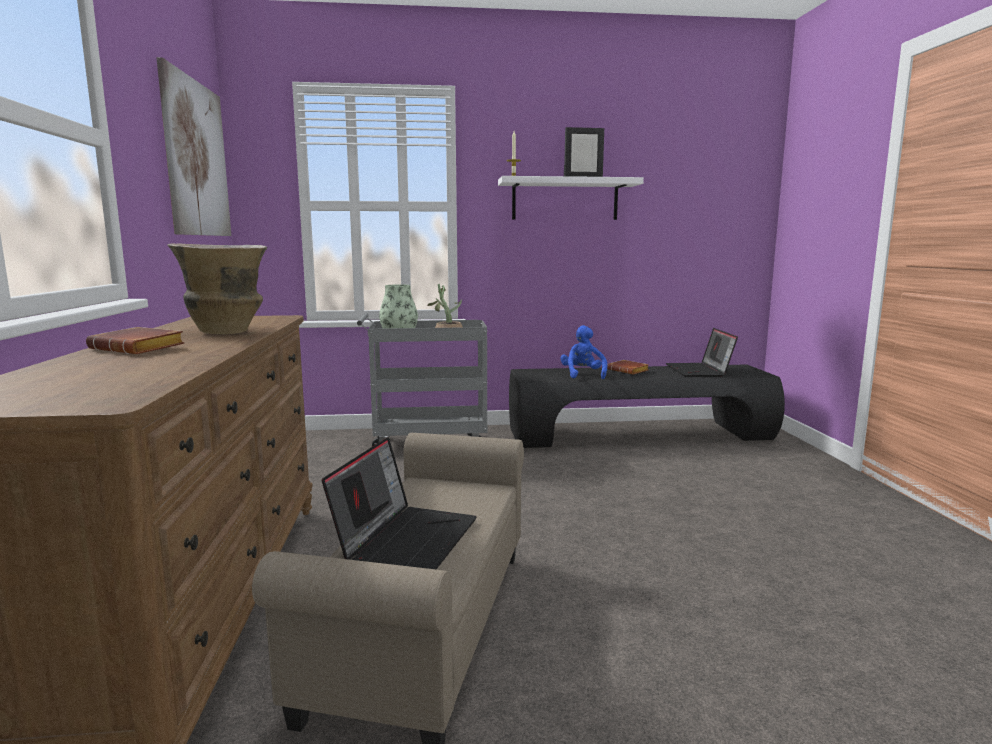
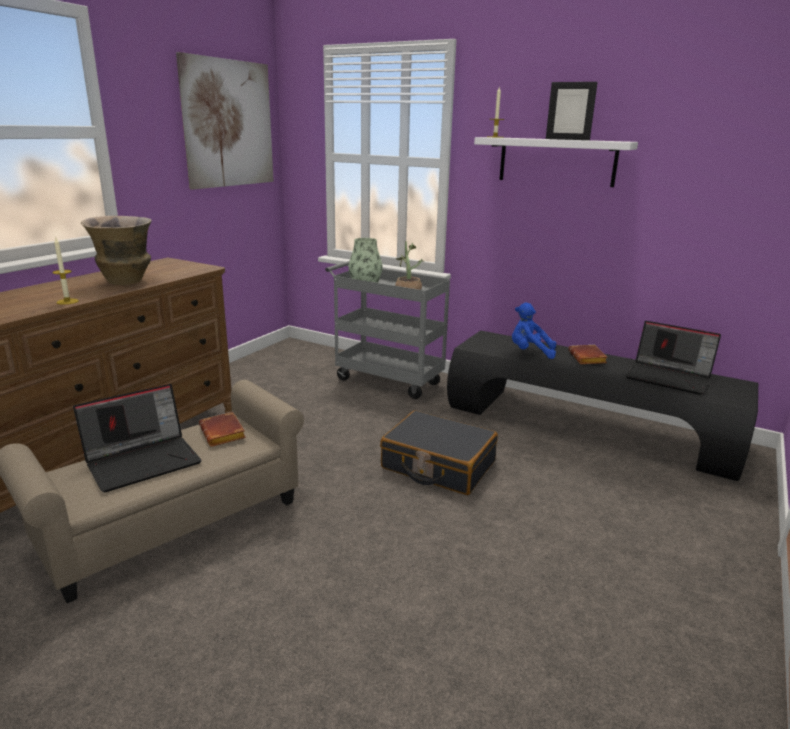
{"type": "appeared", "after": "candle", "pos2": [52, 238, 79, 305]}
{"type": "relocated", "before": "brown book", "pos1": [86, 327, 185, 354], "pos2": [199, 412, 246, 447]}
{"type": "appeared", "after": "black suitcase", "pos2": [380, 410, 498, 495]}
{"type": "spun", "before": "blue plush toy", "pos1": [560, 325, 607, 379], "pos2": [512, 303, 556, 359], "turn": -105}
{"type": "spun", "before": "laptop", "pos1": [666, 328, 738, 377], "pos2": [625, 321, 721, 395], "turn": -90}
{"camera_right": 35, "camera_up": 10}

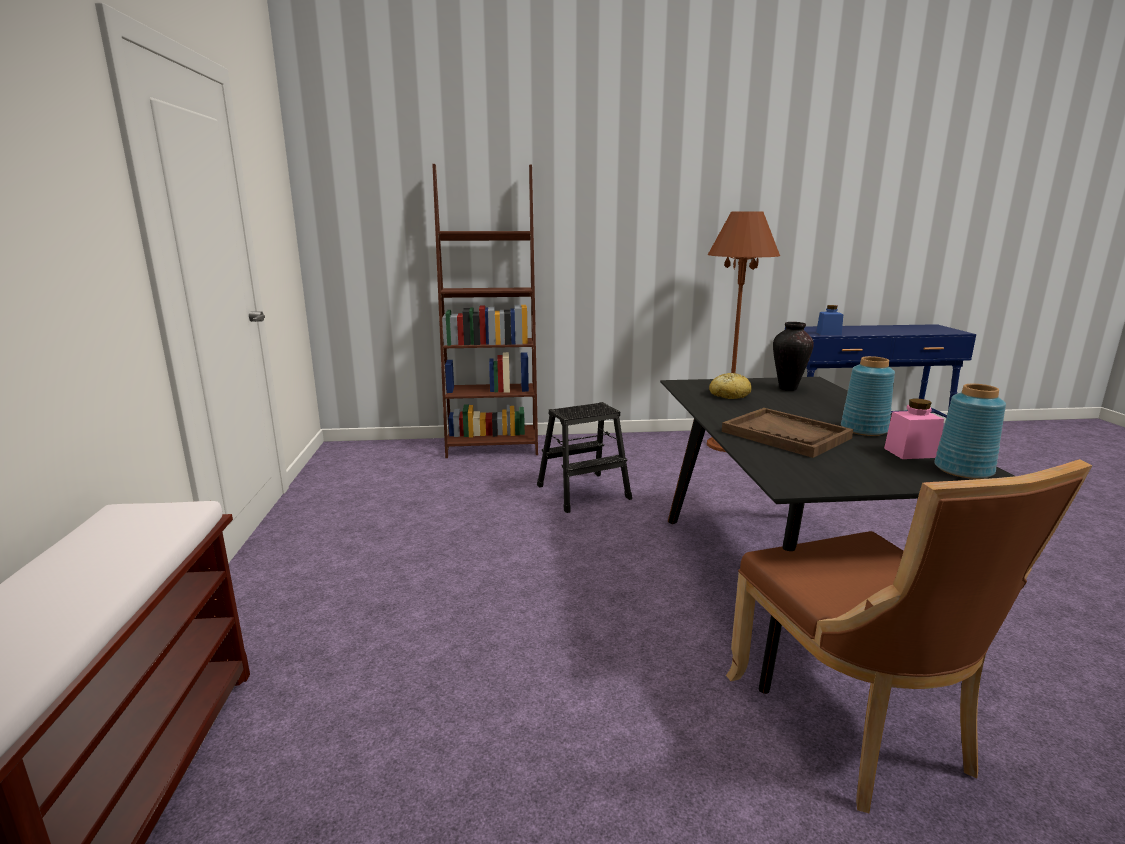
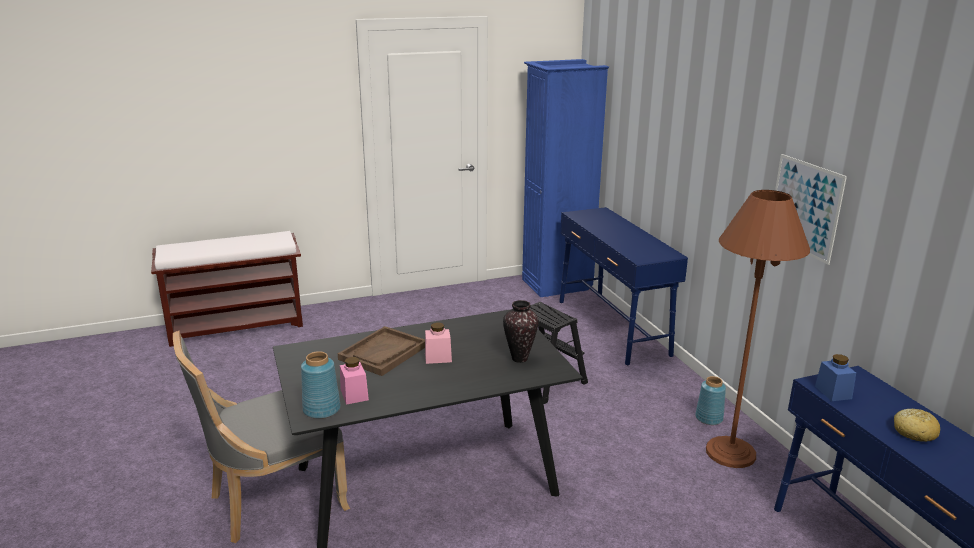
{"type": "colour", "before": "brown chair", "after": "grey chair", "pos1": [726, 459, 1092, 813], "pos2": [173, 331, 350, 543]}
{"type": "appeared", "after": "pink jar", "pos2": [425, 322, 452, 364]}
{"type": "appeared", "after": "blue cabinet", "pos2": [522, 59, 609, 297]}
{"type": "exchanged", "before": "brown bookcase", "after": "blue console table", "pos1": [432, 164, 538, 458], "pos2": [559, 207, 688, 365]}
{"type": "relocated", "before": "blue vase", "pos1": [841, 356, 895, 436], "pos2": [695, 376, 726, 425]}
{"type": "appeared", "after": "picture", "pos2": [775, 154, 847, 265]}
{"type": "relocated", "before": "bread", "pos1": [709, 373, 752, 399], "pos2": [894, 409, 940, 442]}
{"camera_right": 75, "camera_up": 5}

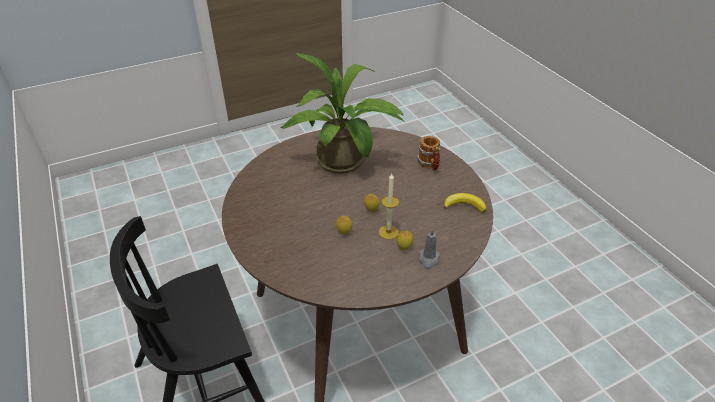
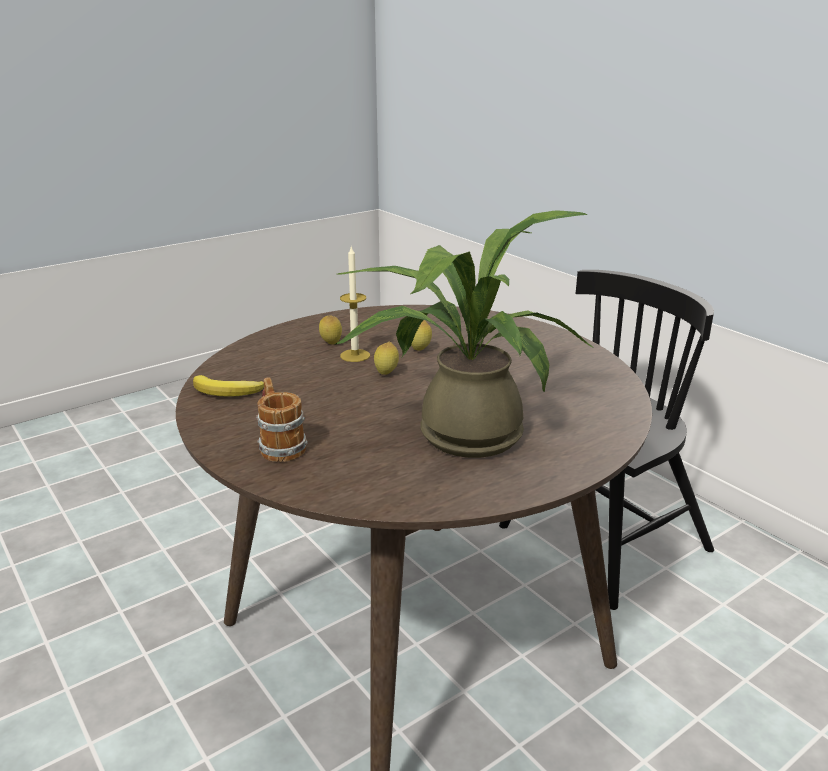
{"type": "missing", "before": "grey candle", "pos1": [419, 228, 440, 269]}
{"camera_right": 170, "camera_up": -15}

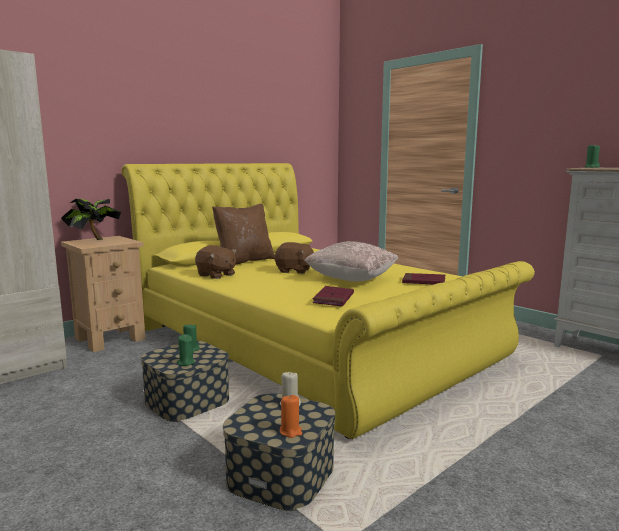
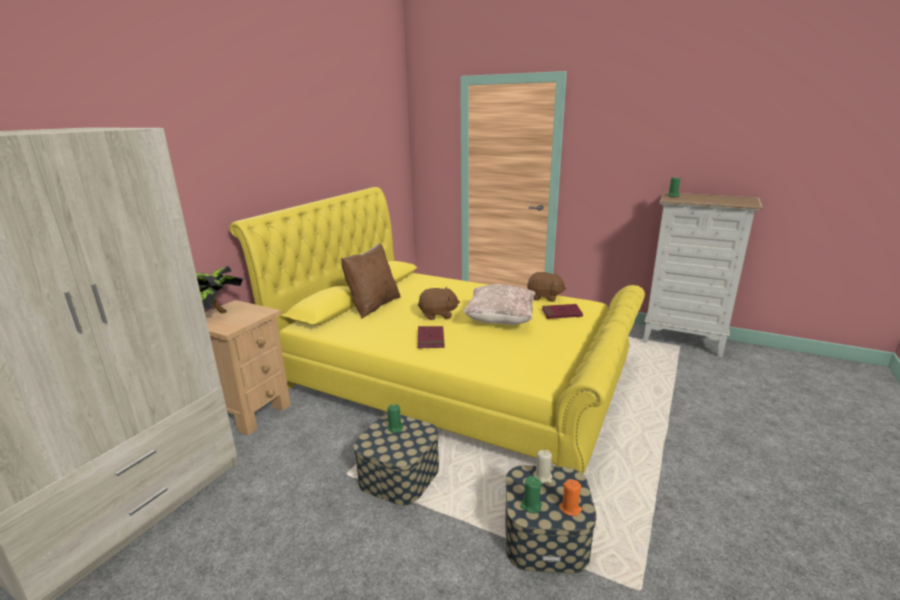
{"type": "relocated", "before": "red book", "pos1": [312, 286, 354, 307], "pos2": [418, 326, 445, 348]}
{"type": "relocated", "before": "green candle", "pos1": [177, 334, 195, 366], "pos2": [520, 476, 542, 513]}
{"type": "relocated", "before": "brown plush toy", "pos1": [195, 245, 237, 279], "pos2": [527, 272, 566, 302]}
{"camera_right": -20, "camera_up": 10}

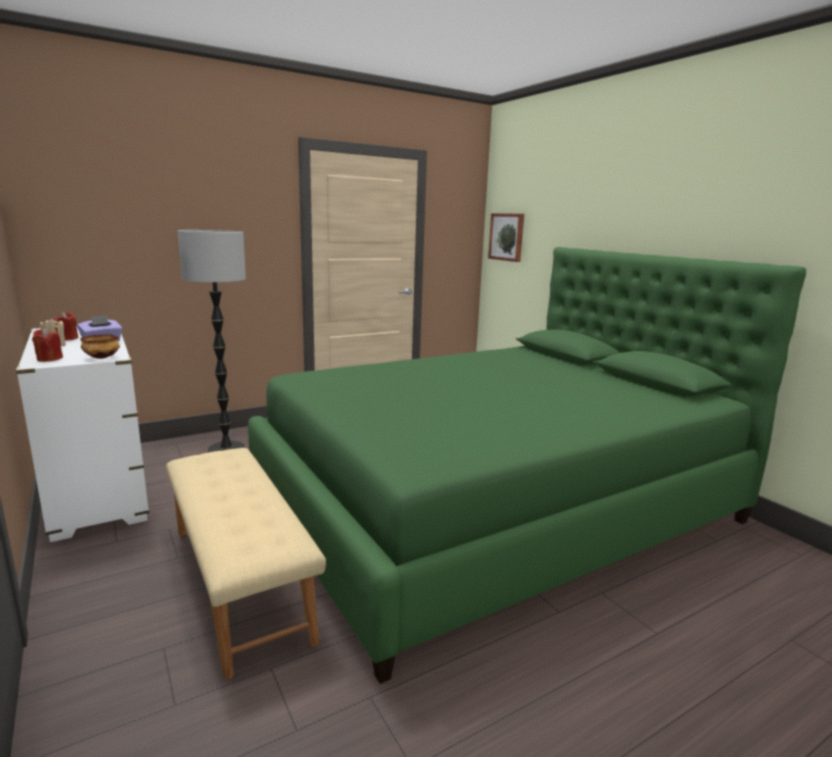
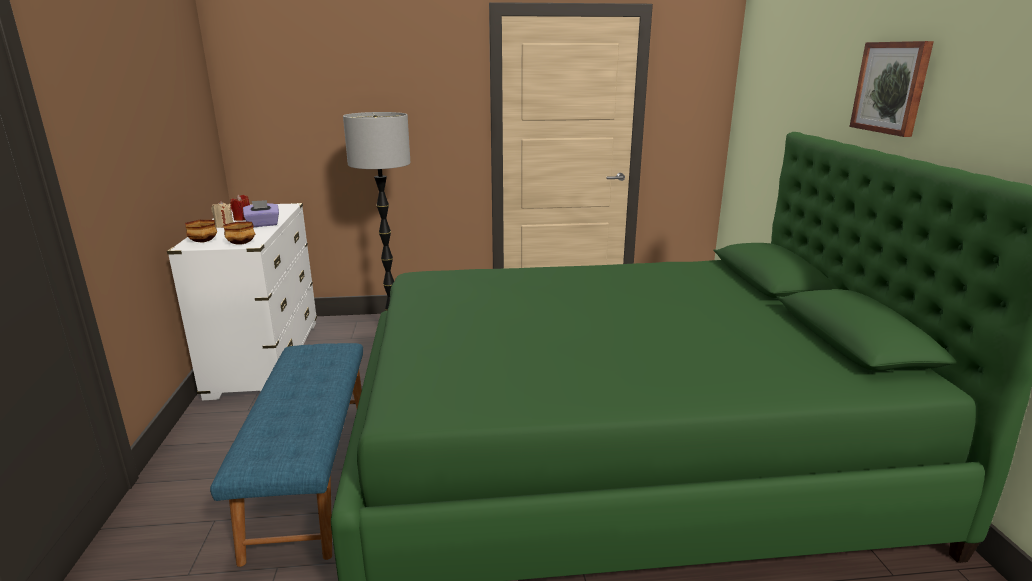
{"type": "exchanged", "before": "red candle", "after": "bowl", "pos1": [32, 328, 63, 362], "pos2": [185, 220, 217, 242]}
{"type": "colour", "before": "beige bench", "after": "blue bench", "pos1": [166, 448, 326, 680], "pos2": [210, 343, 363, 567]}
{"type": "relocated", "before": "picture", "pos1": [488, 213, 524, 262], "pos2": [849, 41, 934, 137]}
{"camera_right": 25, "camera_up": 5}

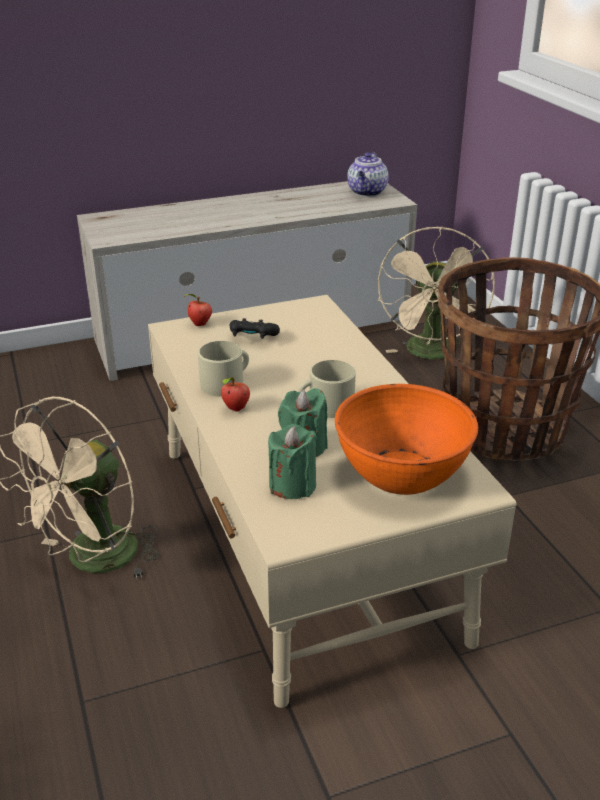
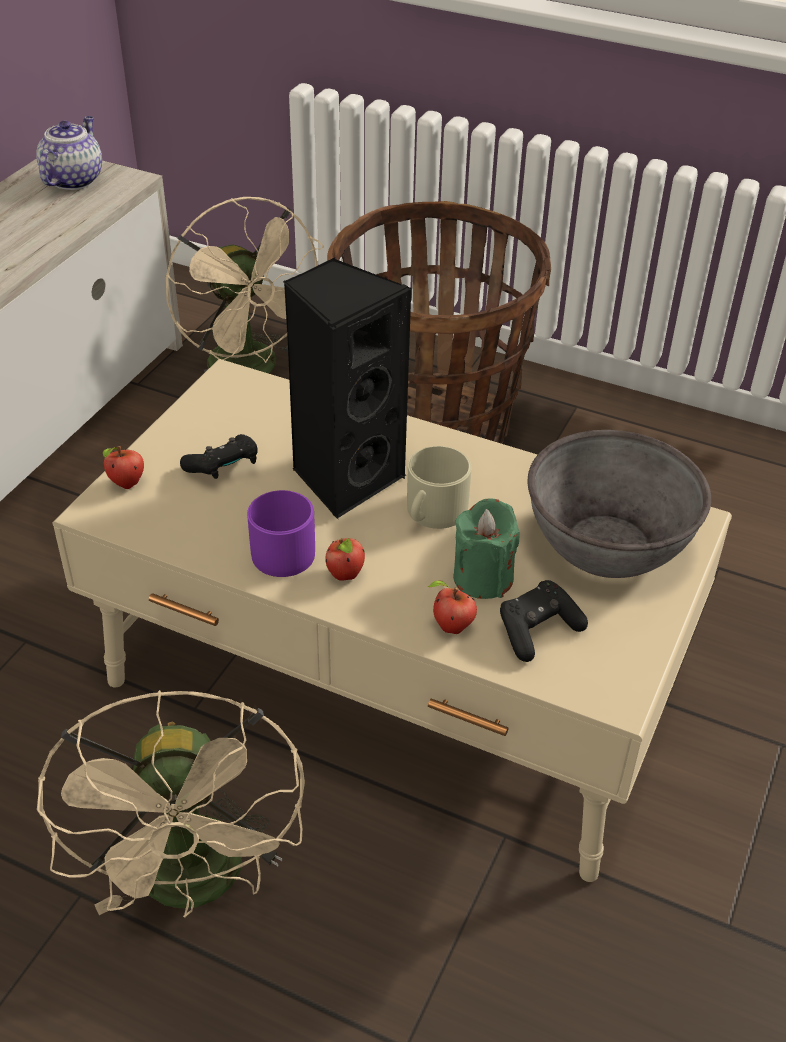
{"type": "spun", "before": "teapot", "pos1": [347, 152, 389, 197], "pos2": [36, 116, 102, 190], "turn": -135}
{"type": "colour", "before": "beige mug", "after": "purple mug", "pos1": [198, 341, 249, 396], "pos2": [247, 490, 315, 577]}
{"type": "appeared", "after": "black speaker", "pos2": [283, 258, 412, 519]}
{"type": "appeared", "after": "apple", "pos2": [428, 580, 477, 634]}
{"type": "exchanged", "before": "green candle", "after": "black game controller", "pos1": [268, 424, 317, 499], "pos2": [500, 580, 588, 662]}
{"type": "colour", "before": "orange bowl", "after": "grey bowl", "pos1": [335, 384, 478, 495], "pos2": [528, 430, 711, 578]}
{"camera_right": -45, "camera_up": 10}

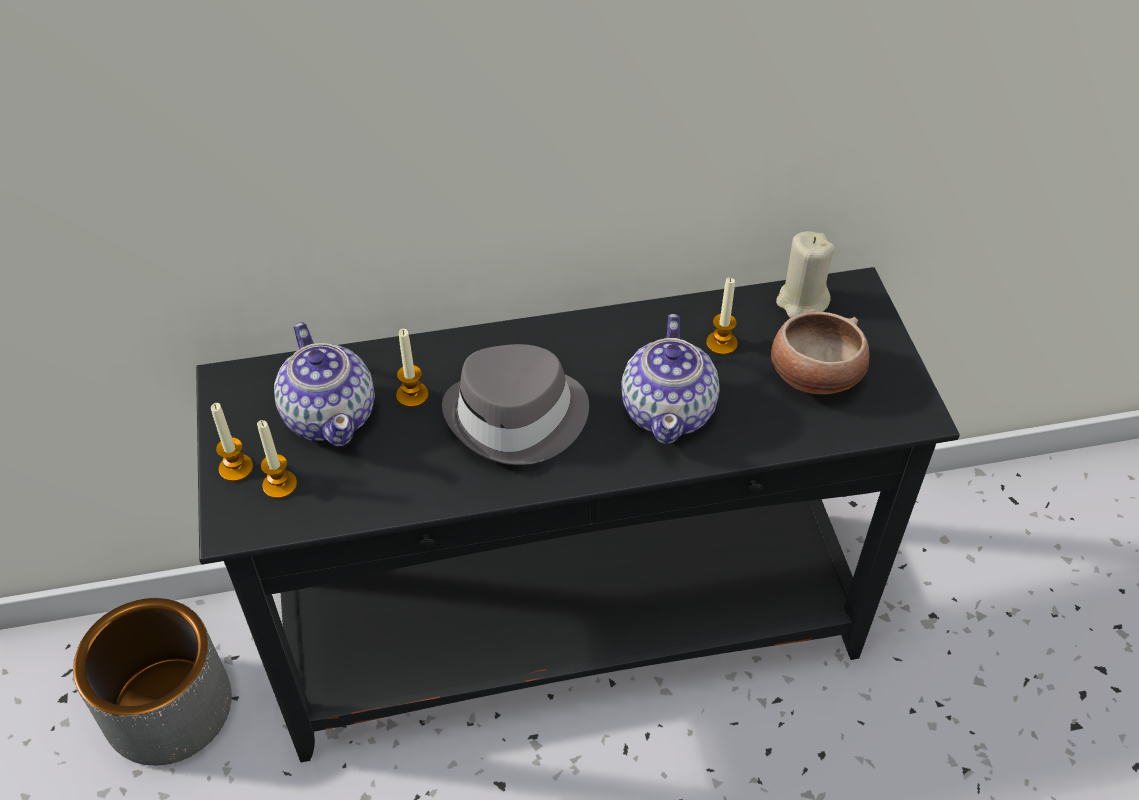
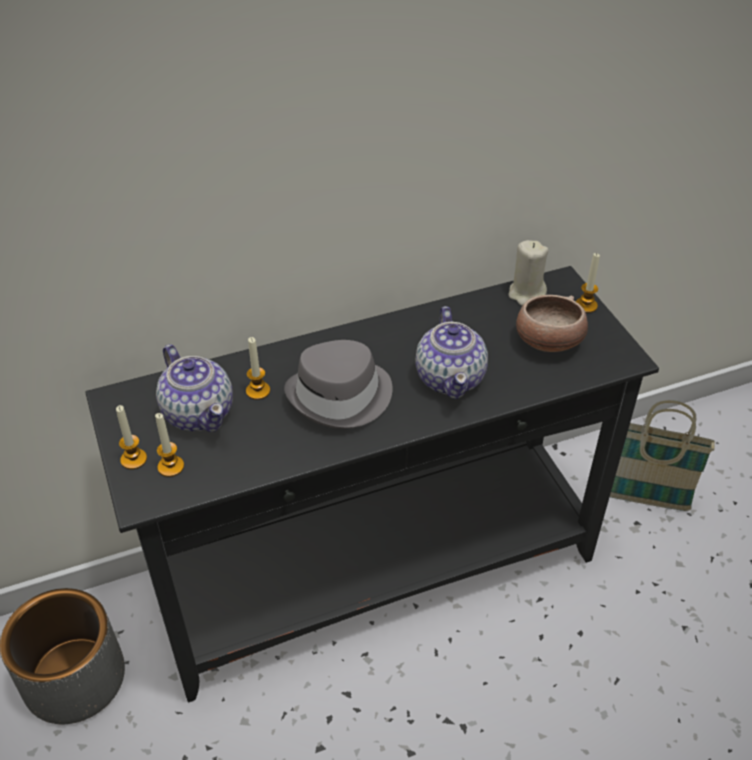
{"type": "relocated", "before": "candle", "pos1": [706, 277, 738, 355], "pos2": [576, 253, 600, 313]}
{"type": "appeared", "after": "basket", "pos2": [610, 400, 715, 511]}
{"camera_right": -10, "camera_up": -5}

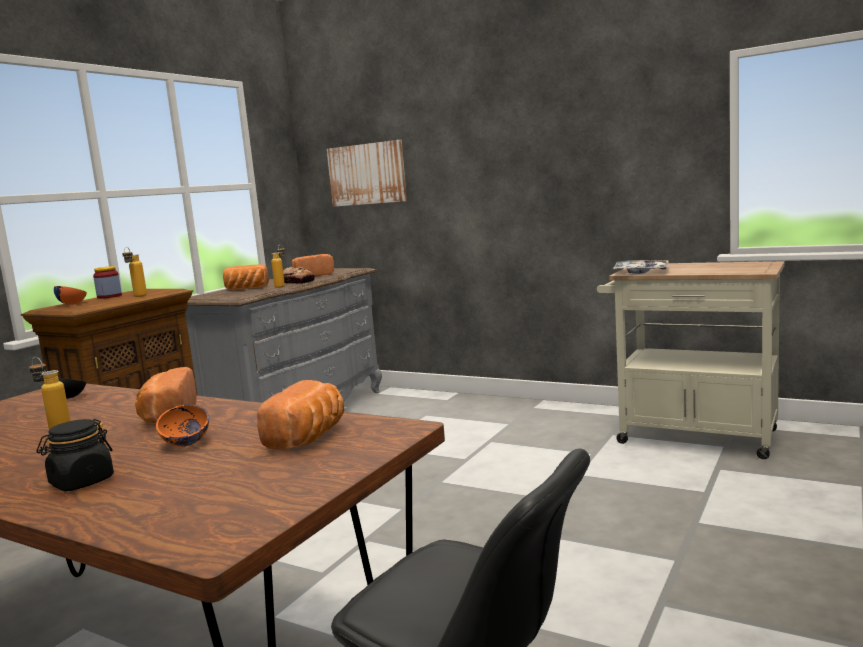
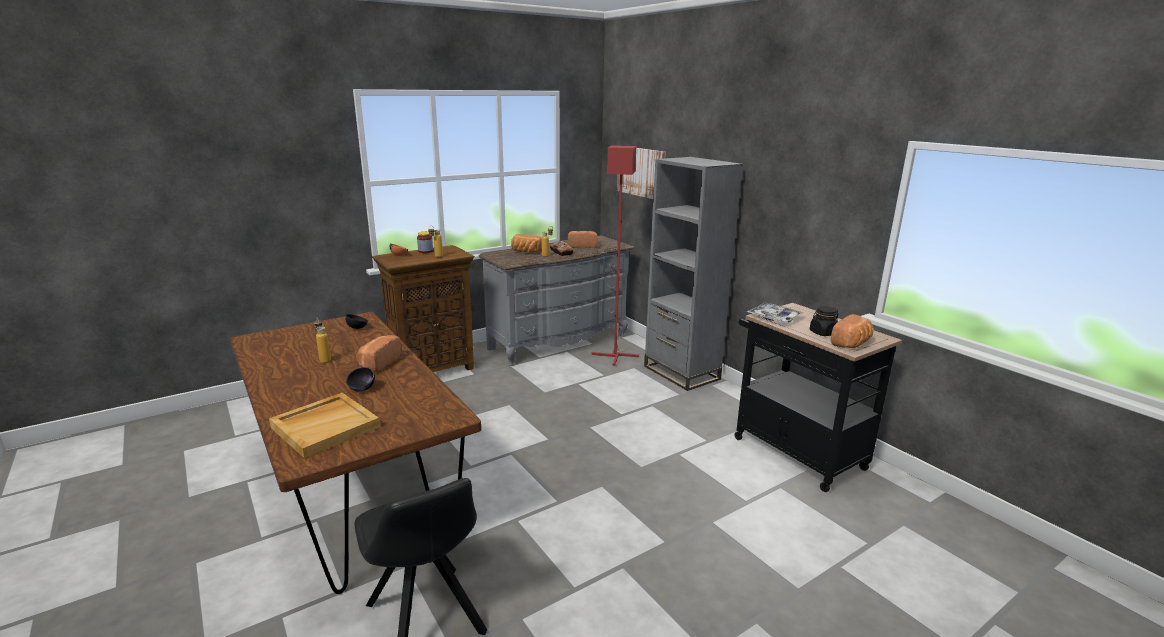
{"type": "appeared", "after": "beige tray", "pos2": [269, 393, 380, 458]}
{"type": "colour", "before": "orange bowl", "after": "black bowl", "pos1": [156, 404, 209, 447], "pos2": [346, 367, 375, 392]}
{"type": "appeared", "after": "red floor lamp", "pos2": [591, 145, 639, 366]}
{"type": "appeared", "after": "grey bookcase", "pos2": [644, 157, 743, 391]}
{"type": "colour", "before": "beige cart", "after": "black cart", "pos1": [597, 261, 785, 459], "pos2": [734, 303, 902, 492]}
{"type": "relocated", "before": "black jar", "pos1": [36, 419, 114, 491], "pos2": [810, 306, 838, 336]}
{"type": "relocated", "before": "bread", "pos1": [257, 380, 344, 450], "pos2": [831, 314, 874, 348]}
{"camera_right": 25, "camera_up": 10}

